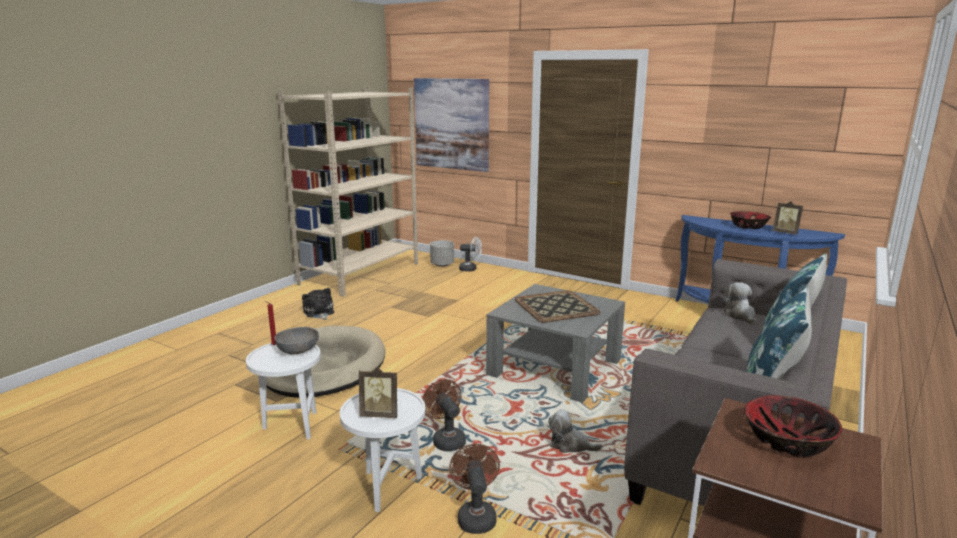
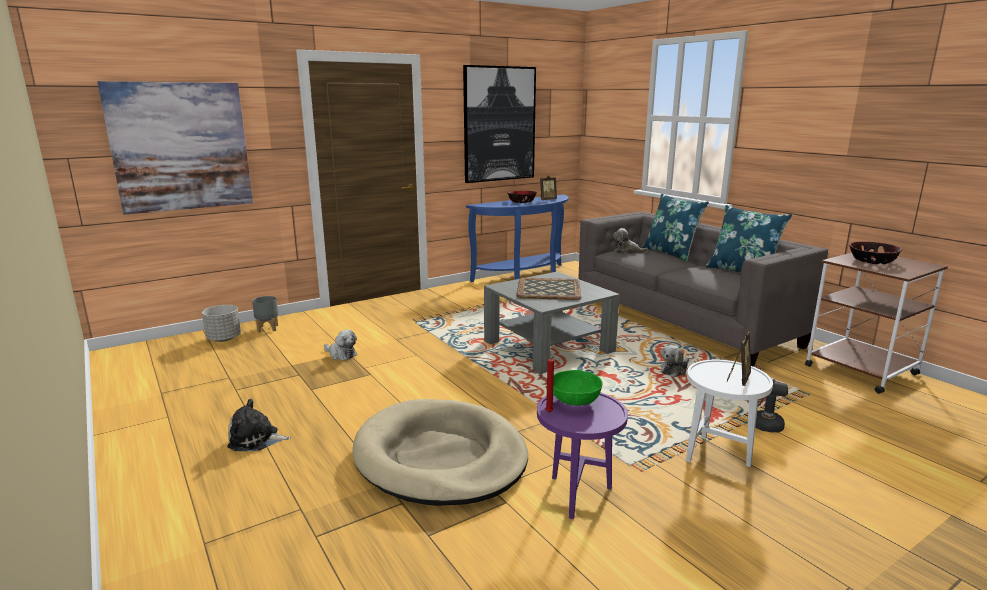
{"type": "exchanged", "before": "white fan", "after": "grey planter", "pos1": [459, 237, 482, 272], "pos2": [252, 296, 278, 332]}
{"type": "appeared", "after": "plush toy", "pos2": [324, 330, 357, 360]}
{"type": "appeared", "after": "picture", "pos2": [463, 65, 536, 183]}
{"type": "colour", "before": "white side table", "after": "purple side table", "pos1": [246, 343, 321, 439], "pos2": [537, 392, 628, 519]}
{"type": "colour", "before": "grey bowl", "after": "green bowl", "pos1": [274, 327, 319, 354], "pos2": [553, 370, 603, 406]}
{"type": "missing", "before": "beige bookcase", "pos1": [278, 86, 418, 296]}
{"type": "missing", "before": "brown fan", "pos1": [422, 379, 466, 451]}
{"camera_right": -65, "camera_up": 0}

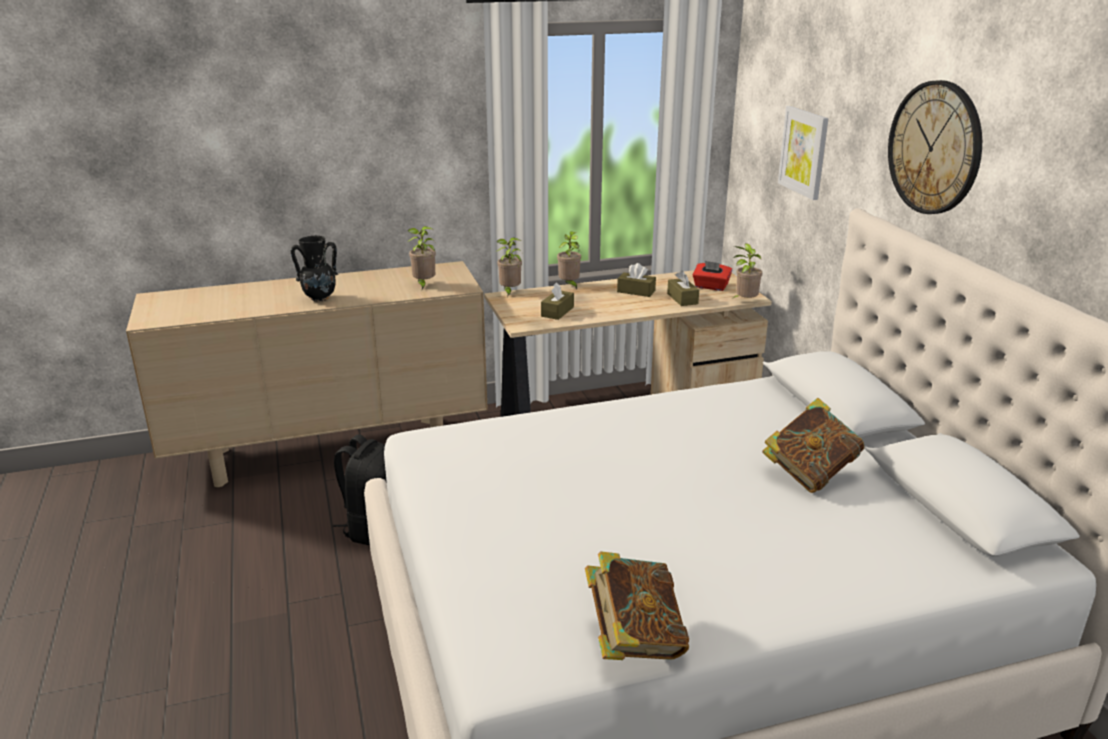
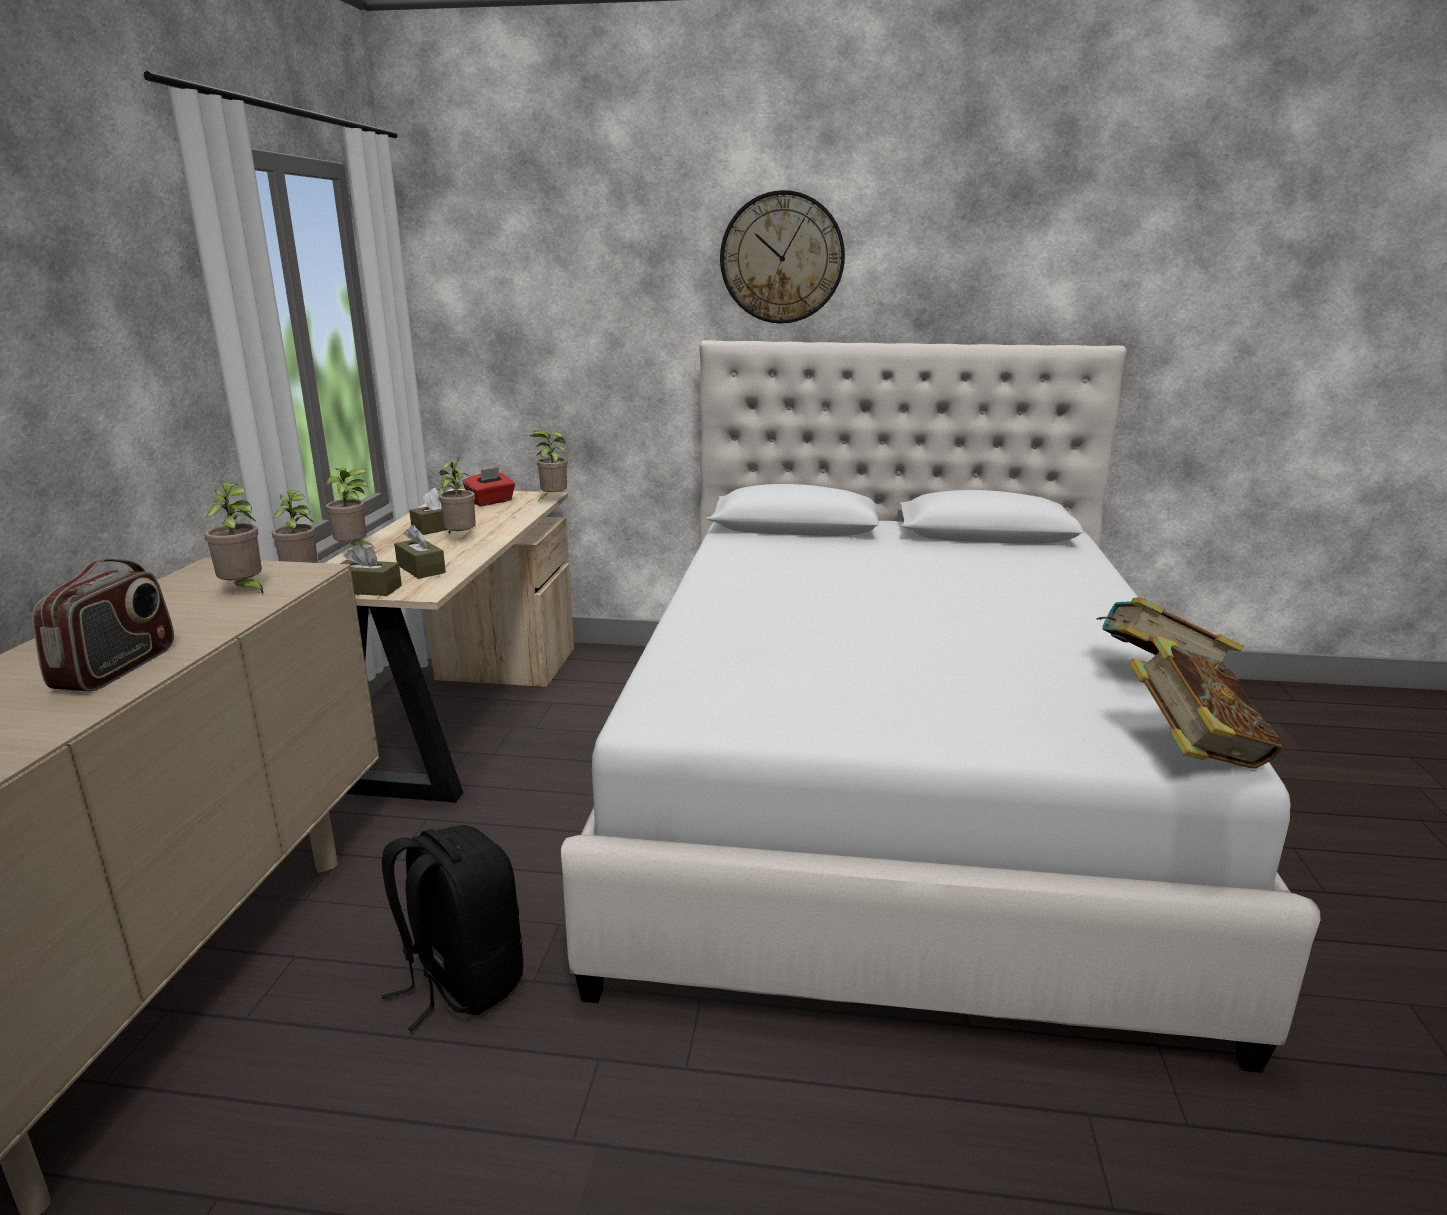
{"type": "exchanged", "before": "black vase", "after": "radio", "pos1": [291, 236, 338, 302], "pos2": [32, 559, 174, 692]}
{"type": "relocated", "before": "brown tissue box", "pos1": [667, 270, 699, 306], "pos2": [340, 543, 402, 596]}
{"type": "appeared", "after": "potted plant", "pos2": [437, 457, 476, 534]}
{"type": "relocated", "before": "book", "pos1": [762, 398, 864, 493], "pos2": [1129, 636, 1283, 769]}
{"type": "missing", "before": "picture", "pos1": [778, 106, 829, 200]}
{"camera_right": -65, "camera_up": -5}

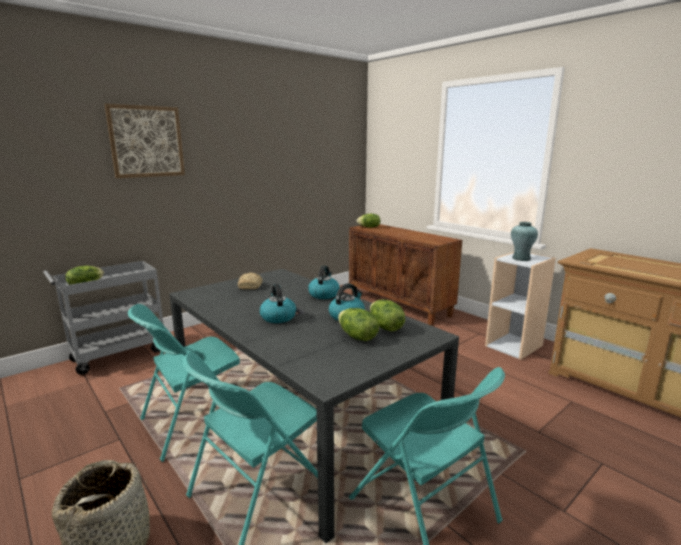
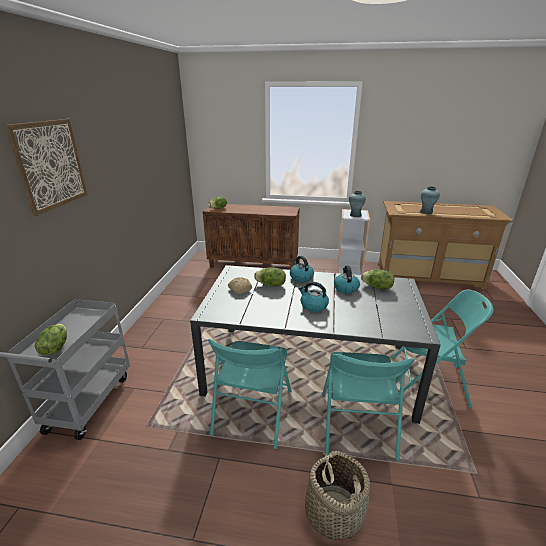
{"type": "relocated", "before": "lettuce", "pos1": [338, 308, 379, 341], "pos2": [254, 268, 286, 287]}
{"type": "appeared", "after": "turquoise vase", "pos2": [420, 186, 440, 214]}
{"camera_right": -40, "camera_up": 10}

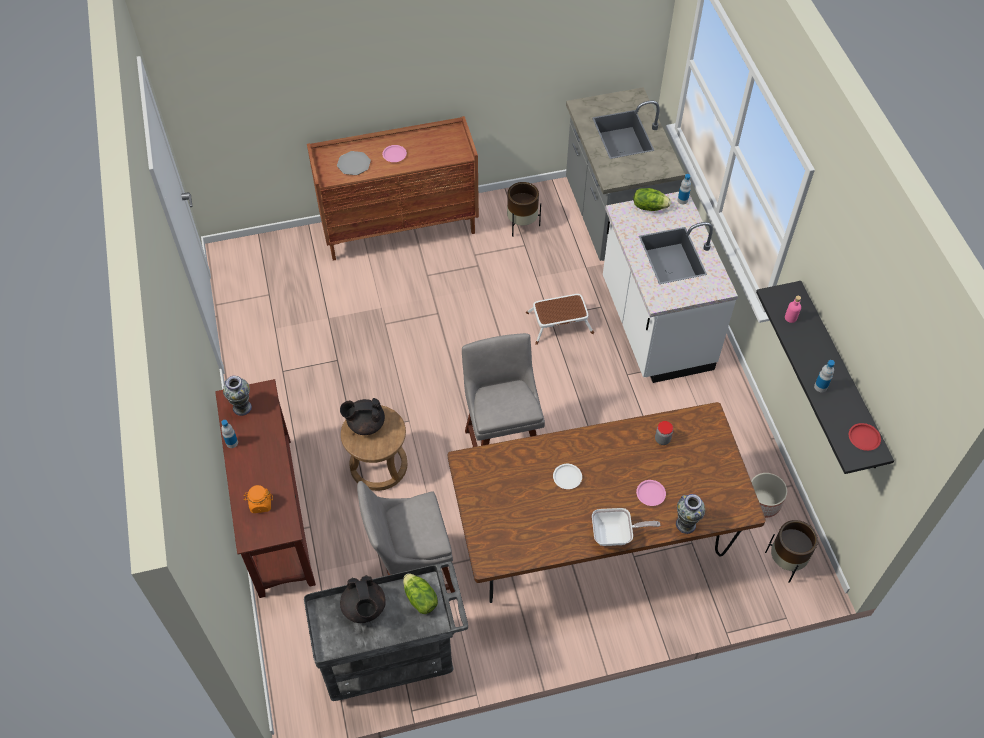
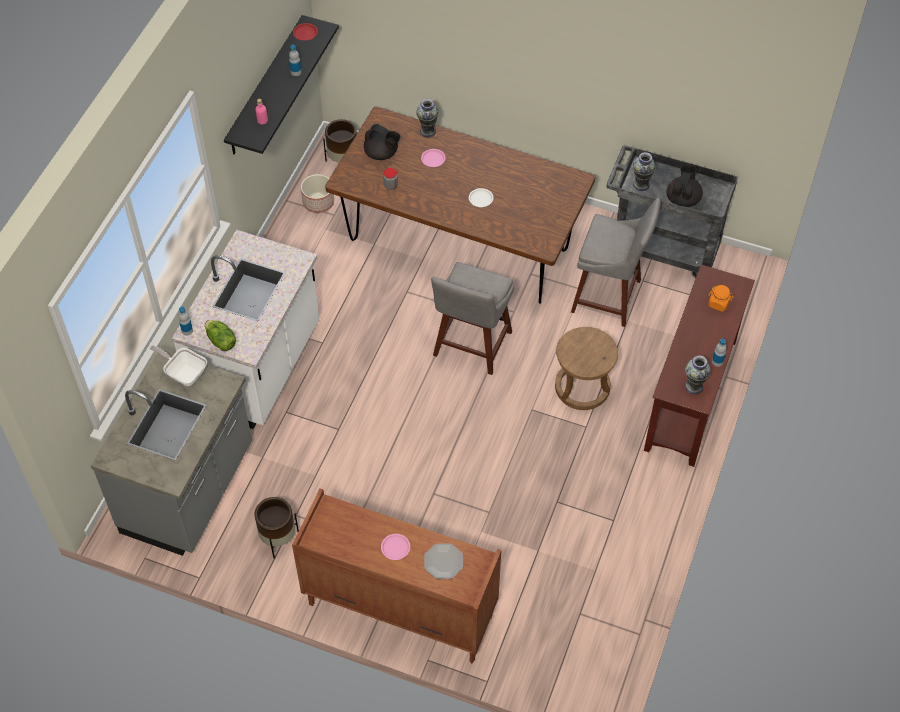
{"type": "relocated", "before": "frying pan", "pos1": [592, 508, 660, 546], "pos2": [150, 345, 207, 386]}
{"type": "relocated", "before": "black teapot", "pos1": [340, 398, 385, 435], "pos2": [364, 124, 400, 160]}
{"type": "exchanged", "before": "lettuce", "after": "vase", "pos1": [403, 573, 438, 614], "pos2": [633, 152, 656, 191]}
{"type": "missing", "before": "brown step ladder", "pos1": [526, 294, 594, 345]}
{"camera_right": -145, "camera_up": 0}

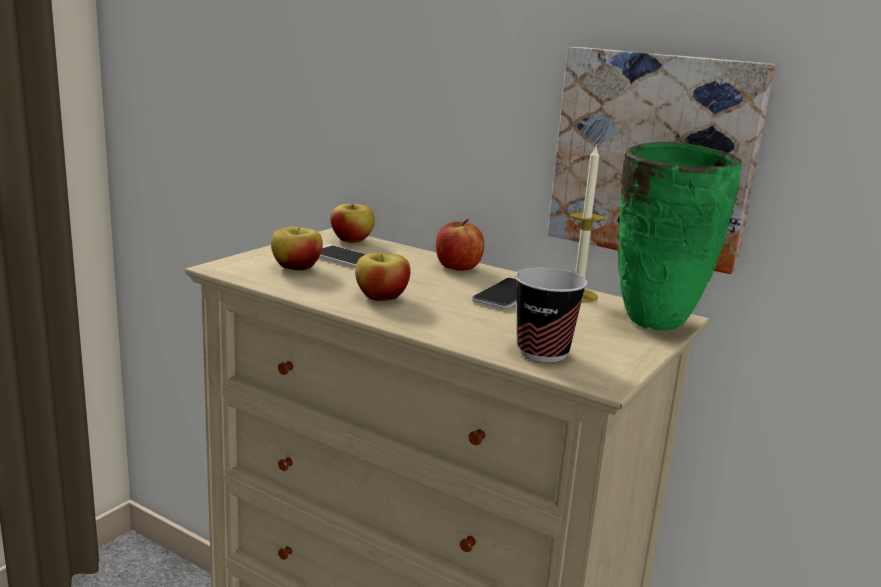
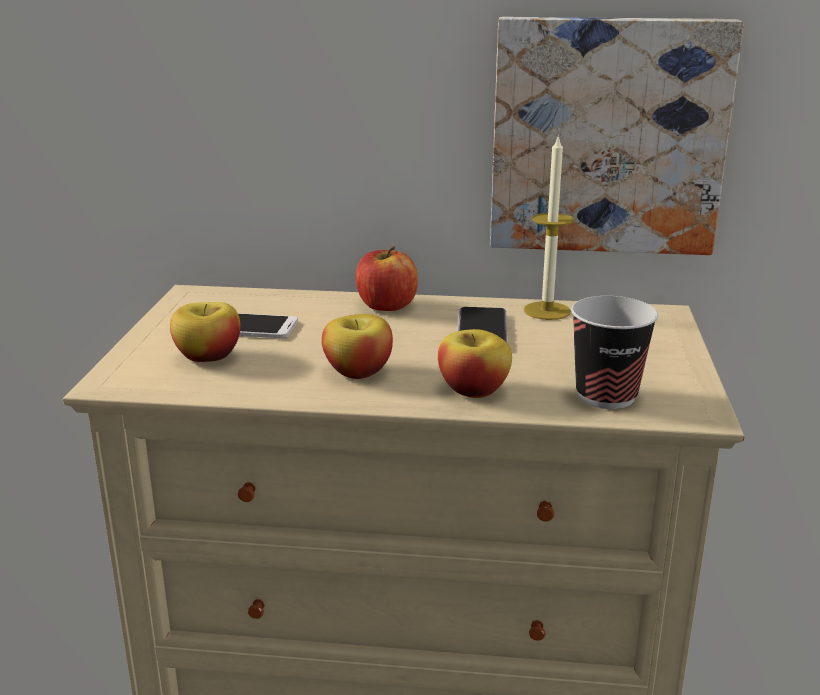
{"type": "relocated", "before": "apple", "pos1": [330, 204, 375, 243], "pos2": [438, 329, 512, 398]}
{"type": "missing", "before": "green vase", "pos1": [617, 142, 742, 331]}
{"camera_right": -25, "camera_up": 5}

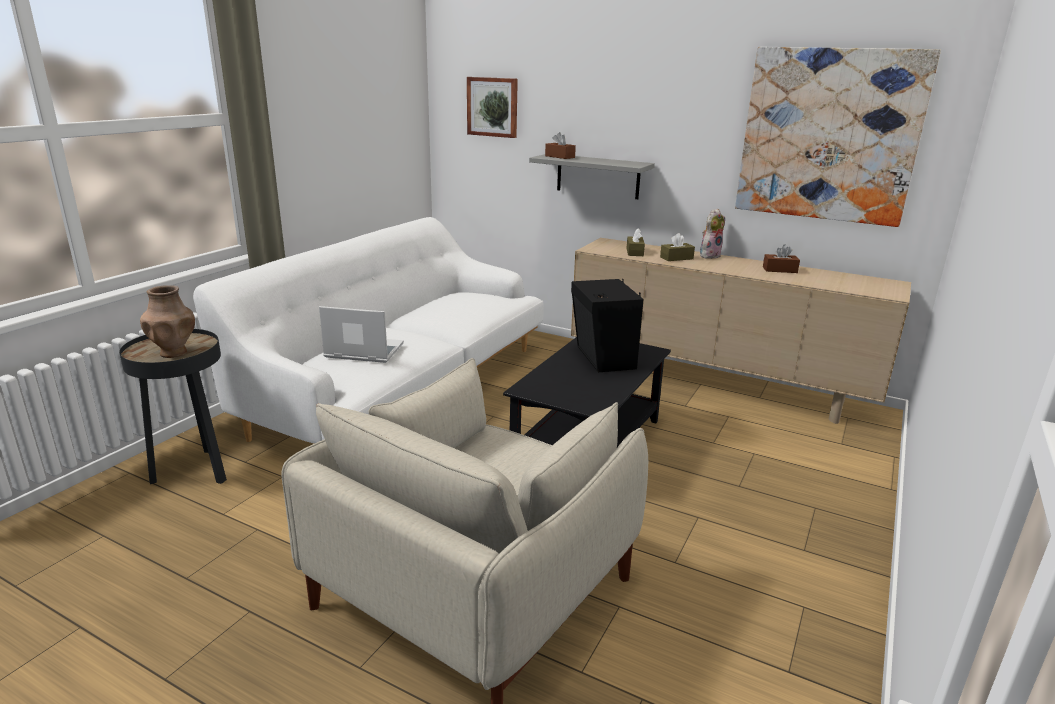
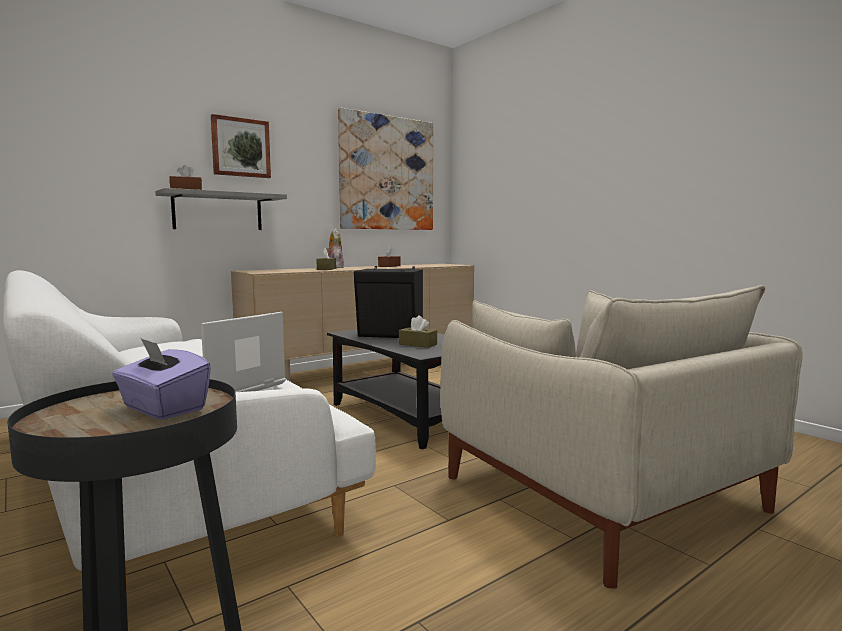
{"type": "exchanged", "before": "brown vase", "after": "purple tissue box", "pos1": [140, 285, 195, 358], "pos2": [112, 338, 211, 420]}
{"type": "relocated", "before": "picture", "pos1": [467, 77, 518, 138], "pos2": [211, 114, 271, 178]}
{"type": "relocated", "before": "brown tissue box", "pos1": [627, 228, 645, 256], "pos2": [399, 315, 437, 348]}
{"camera_right": -65, "camera_up": -15}

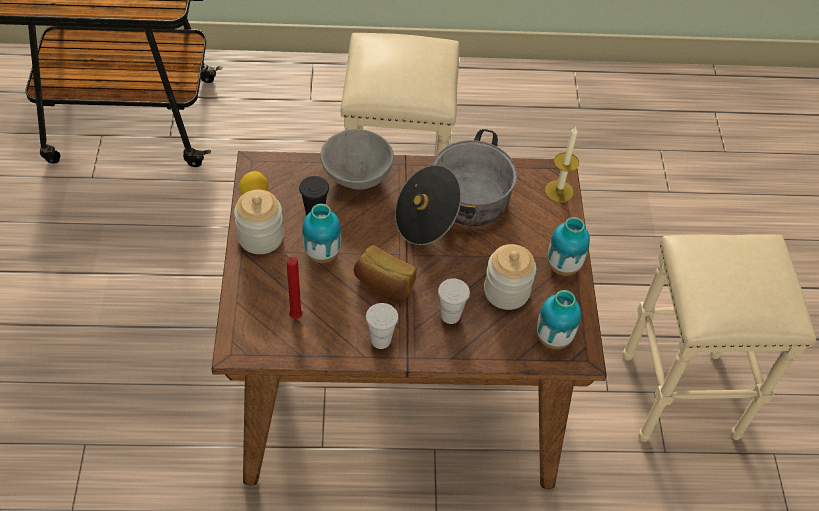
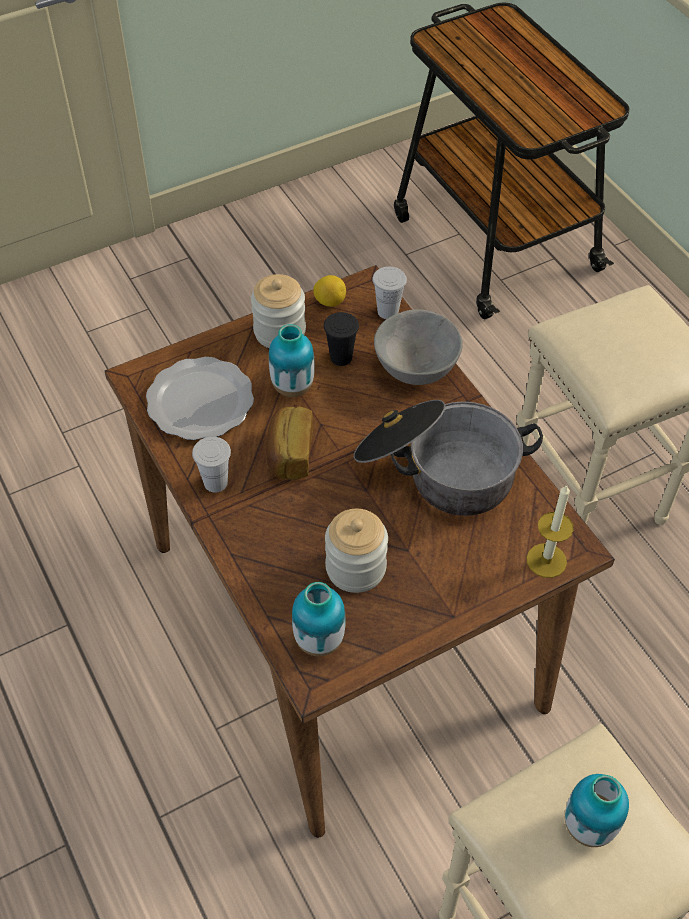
{"type": "exchanged", "before": "red candle", "after": "plate", "pos1": [280, 251, 303, 319], "pos2": [146, 357, 254, 440]}
{"type": "relocated", "before": "white cup", "pos1": [438, 278, 470, 324], "pos2": [372, 267, 407, 319]}
{"type": "relocated", "before": "vase", "pos1": [547, 217, 590, 276], "pos2": [565, 774, 629, 847]}
{"camera_right": 65, "camera_up": 0}

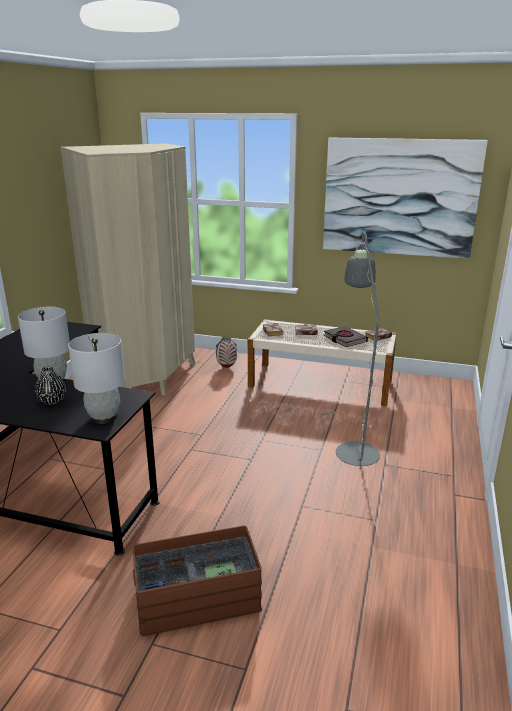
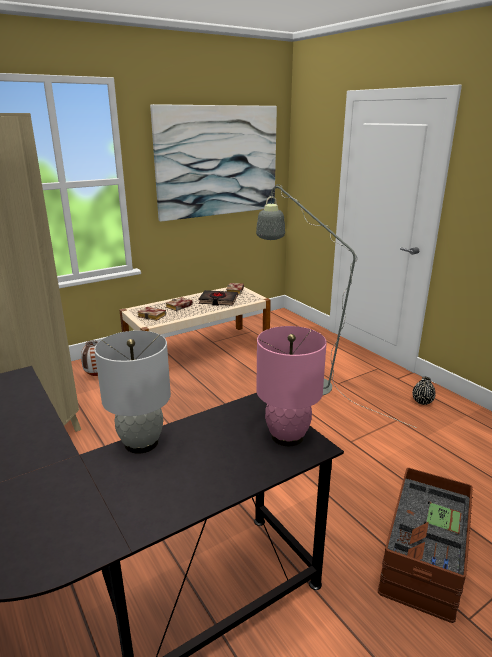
{"type": "colour", "before": "white table lamp", "after": "pink table lamp", "pos1": [68, 333, 125, 424], "pos2": [256, 326, 327, 446]}
{"type": "relocated", "before": "black vase", "pos1": [35, 367, 66, 405], "pos2": [412, 377, 436, 405]}
{"camera_right": -50, "camera_up": 0}

